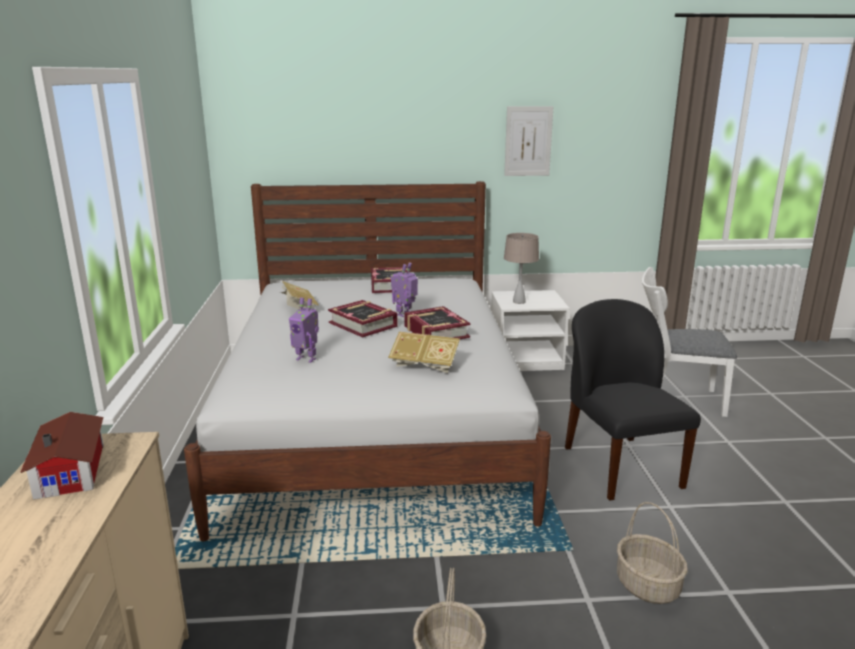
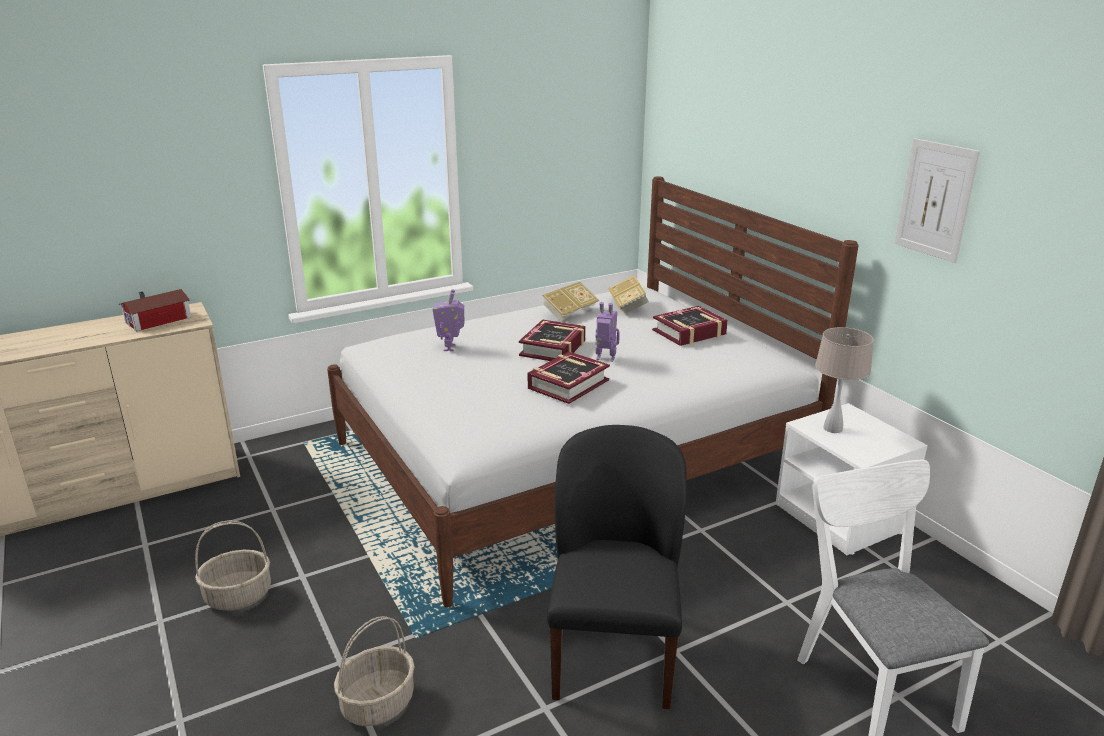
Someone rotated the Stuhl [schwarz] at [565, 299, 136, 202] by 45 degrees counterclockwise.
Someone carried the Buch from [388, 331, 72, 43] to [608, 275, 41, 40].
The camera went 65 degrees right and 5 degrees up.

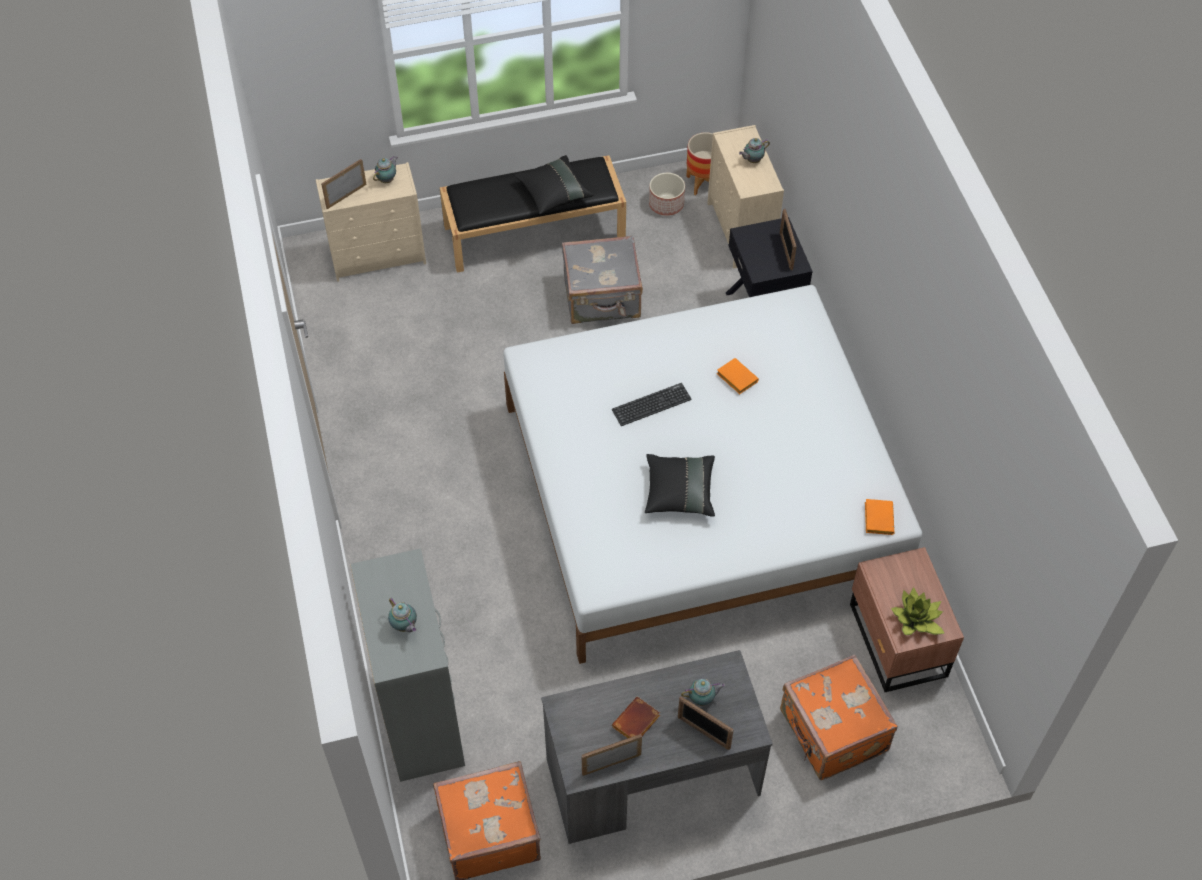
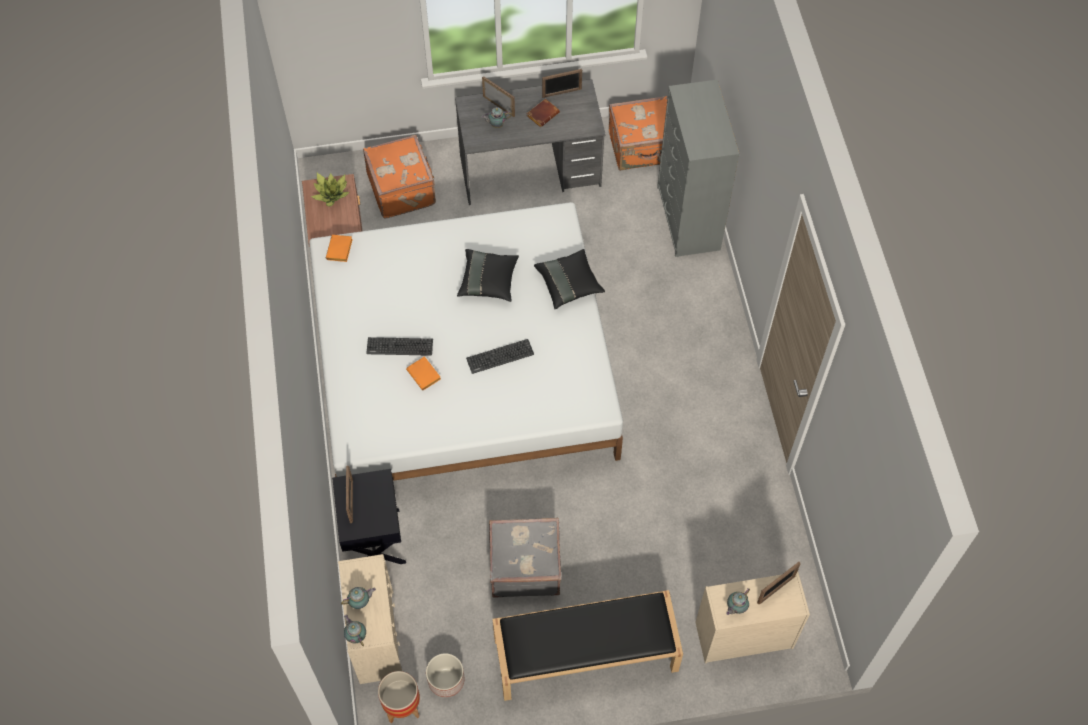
Someone carried the Kissen [schwarz] from [514, 155, 80, 60] to [534, 249, 71, 61].
Someone carried the Teekanne from [388, 599, 29, 33] to [344, 615, 22, 31].
Someone put down the Tastatur at [366, 337, 67, 19].
The camera went 175 degrees left and 5 degrees up.

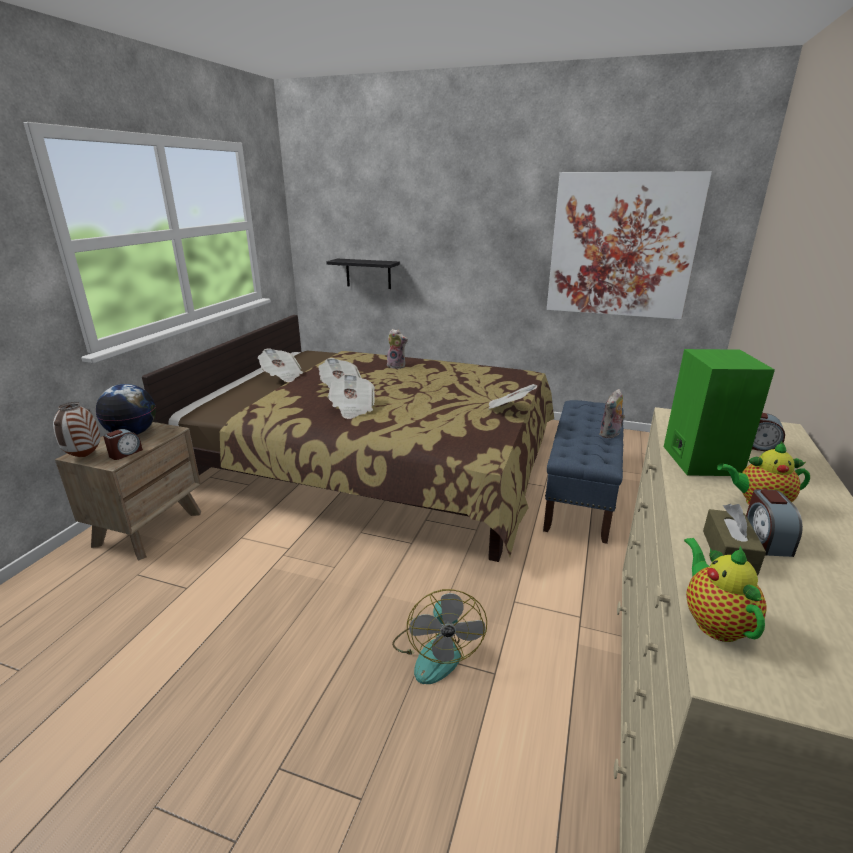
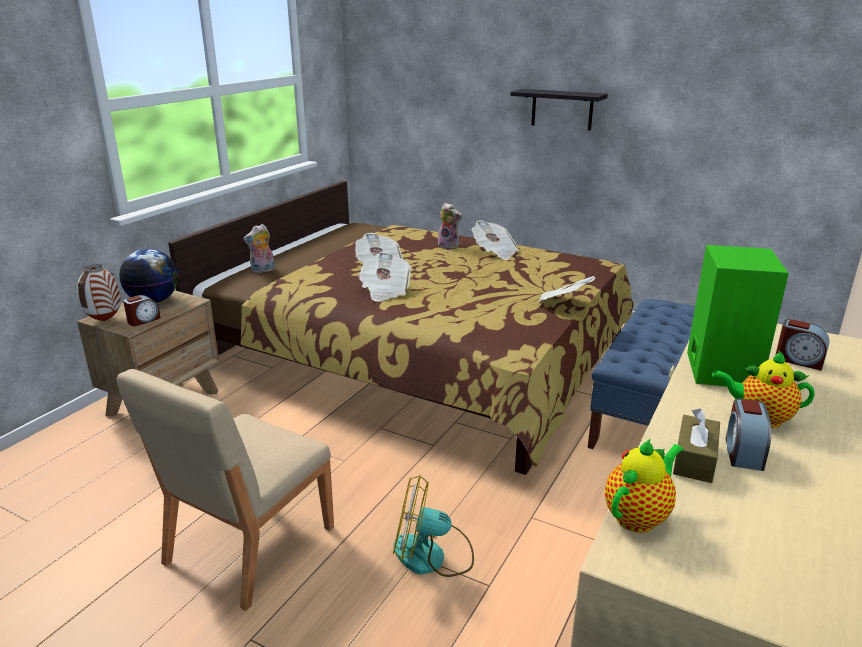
Someone took away the Bild at [547, 171, 165, 148].
Someone carried the Wandregal [schwarz] from [327, 259, 73, 30] to [510, 89, 98, 41].
Someone carried the Zeitung from [258, 349, 45, 33] to [471, 220, 48, 40].
Someone carried the Plüschtier from [599, 389, 26, 49] to [243, 224, 32, 49].
Someone rotated the Teekanne at [684, 538, 83, 104] by 45 degrees clockwise.
Someone rotated the Ventilator at [392, 589, 95, 95] by 90 degrees clockwise.
Someone put down the Stuhl [beige] at [117, 369, 217, 242].
The camera went 10 degrees right and 0 degrees up.

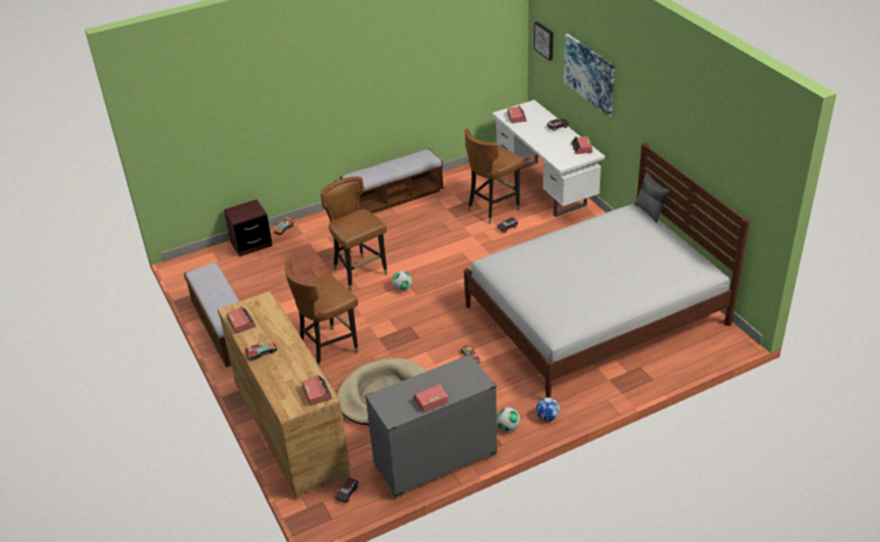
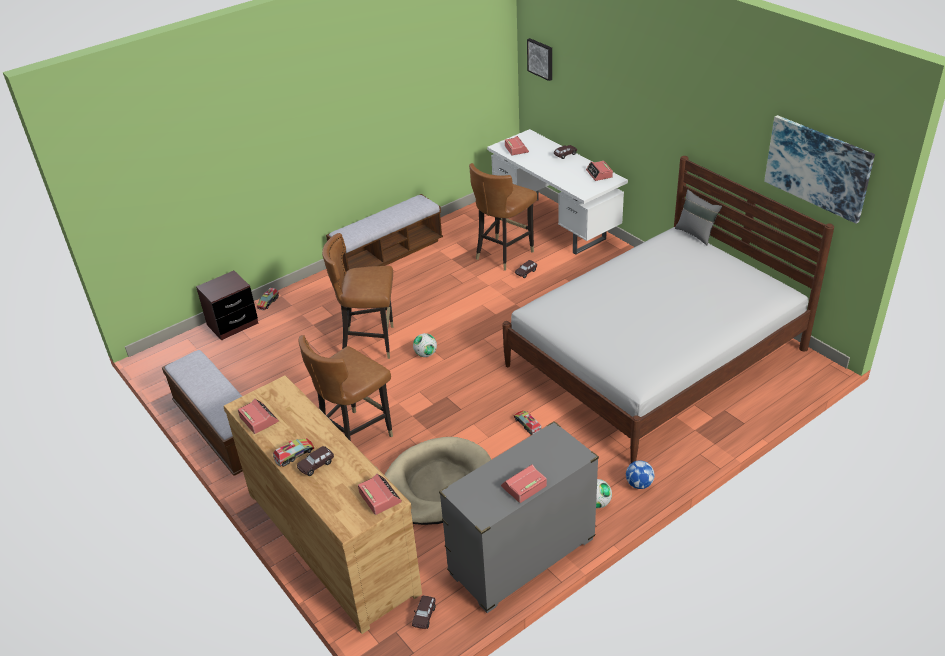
Someone carried the Bild from [564, 34, 51, 82] to [764, 115, 111, 109].
Someone rotated the Stuhl [braun] at [321, 177, 67, 114] by 45 degrees counterclockwise.
Someone put down the Spielzeugauto [braun] at [297, 446, 37, 30].
The camera went 10 degrees left and 0 degrees up.

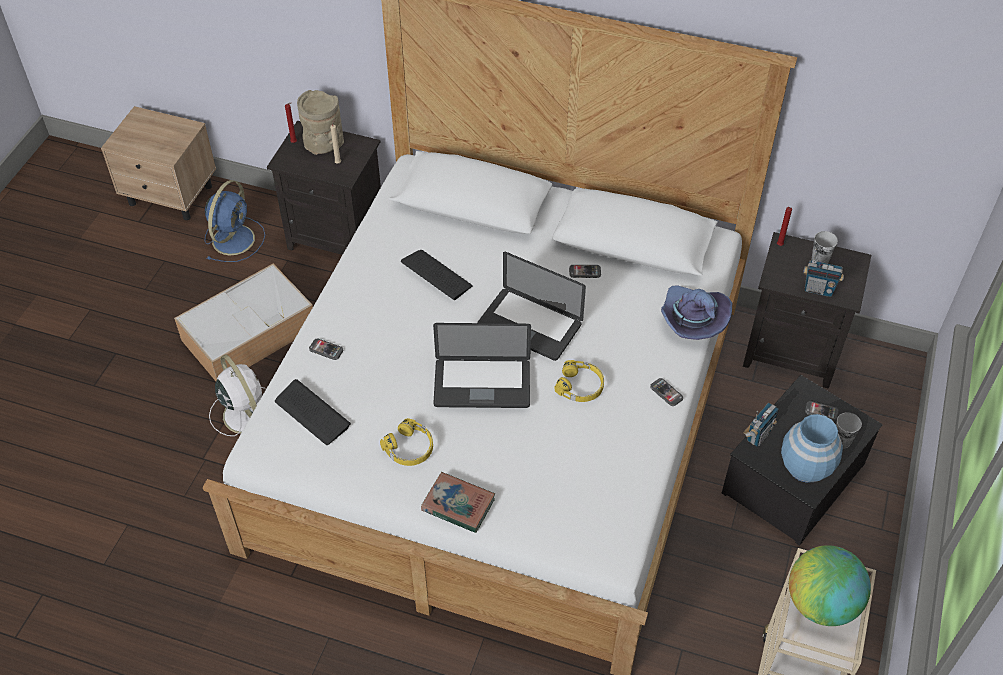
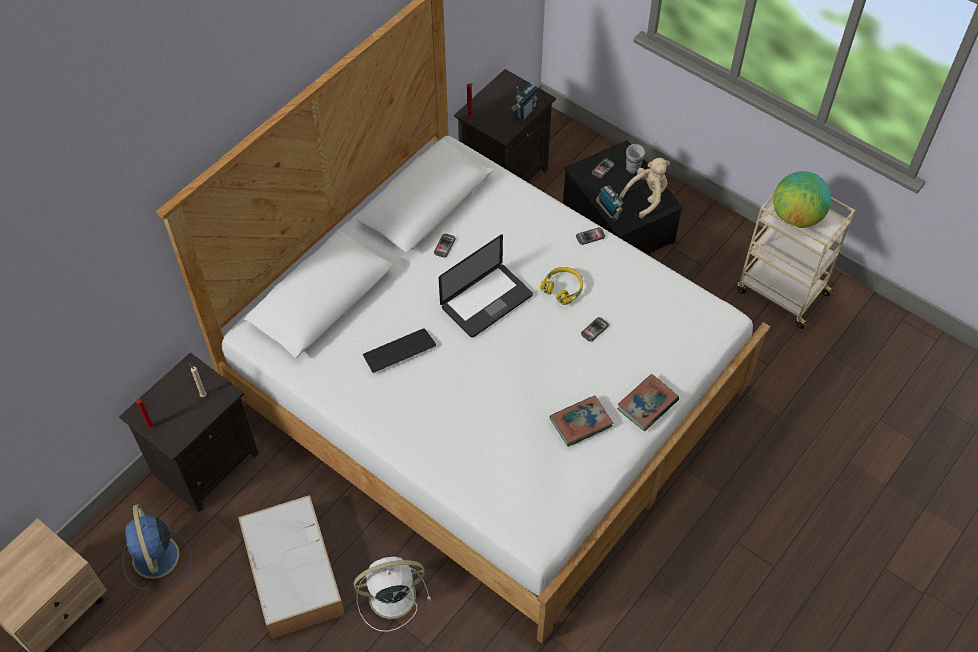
Someone took away the Vase [beige] at [297, 90, 47, 65].
Someone rotated the Ventilator [blau] at [205, 180, 60, 82] by 150 degrees counterclockwise.
Someone took away the Tasse at [811, 231, 27, 33].
Someone took away the Hut [lila] at [661, 285, 71, 55].
Someone took away the Laptop at [433, 323, 98, 85].
Someone carried the Handy from [309, 338, 35, 22] to [581, 317, 28, 25].
Someone took away the Tastatur at [275, 379, 76, 66].
Someone swapped the Vase [blau] at [781, 414, 62, 69] for the Plüschtier [beige] at [619, 158, 51, 60].
Someone swapped the Kopfhörer [gelb] at [380, 418, 53, 48] for the Buch at [550, 395, 63, 52].
The camera went 70 degrees left and 5 degrees up.

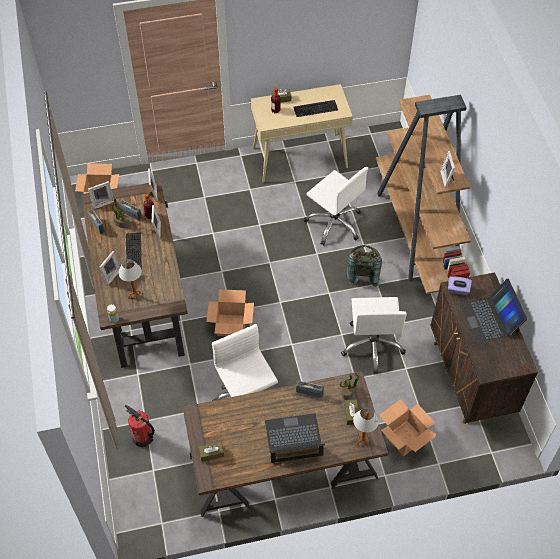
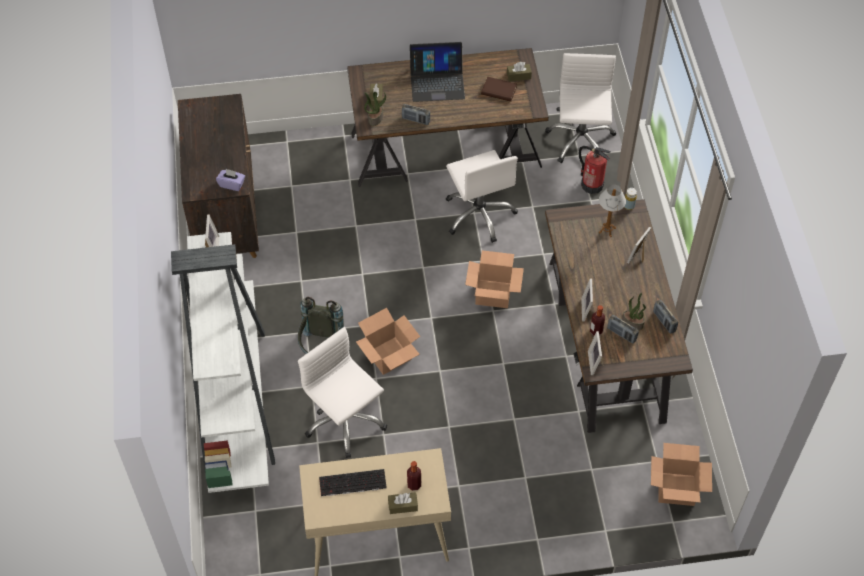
Someone repainted the Bücherregal [braun] at [376, 95, 95, 199], which became the Bücherregal [weiß] at [171, 232, 104, 261].
Someone took away the Bilderrahmen at [88, 181, 26, 28].
Someone took away the Tastatur at [125, 233, 17, 37].
Someone took away the Laptop at [460, 279, 67, 65].
Someone carried the Bürostuhl [weiß] from [341, 297, 66, 77] to [545, 53, 71, 110].
Someone carried the Karton from [379, 399, 58, 57] to [356, 308, 64, 67].
Someone took away the Tischlampe at [353, 407, 26, 40].
Someone put down the Buch [braun] at [481, 77, 36, 25].
The camera went 175 degrees left and 0 degrees up.

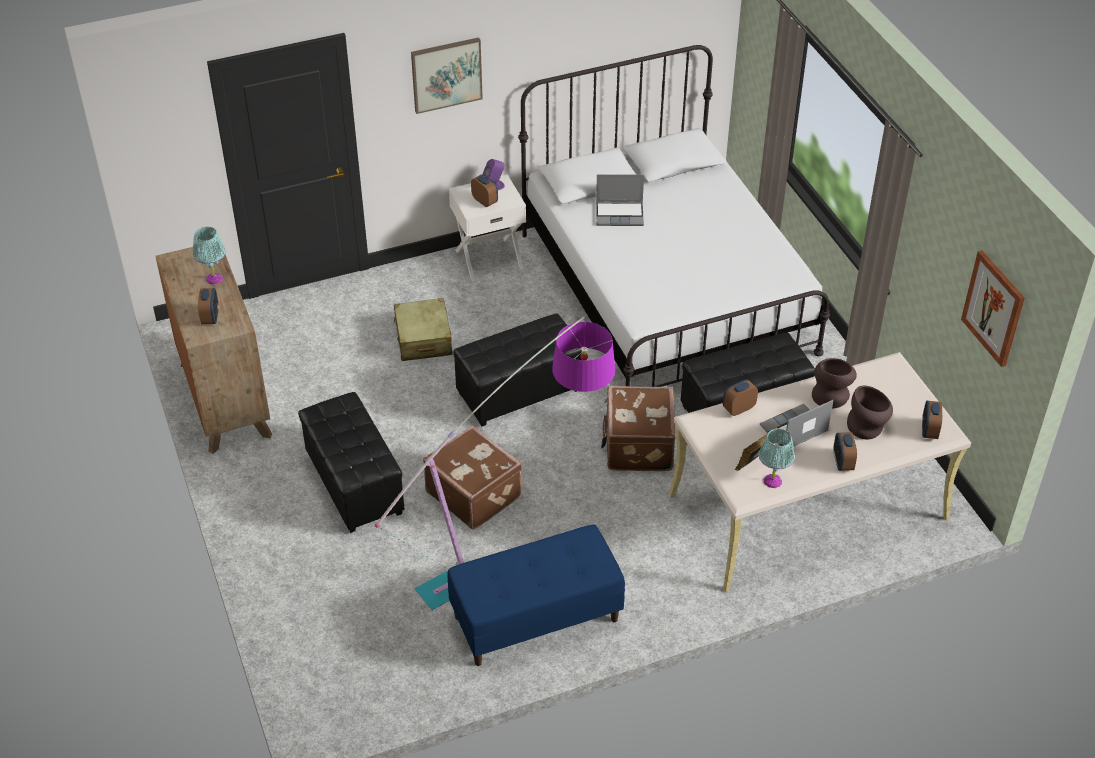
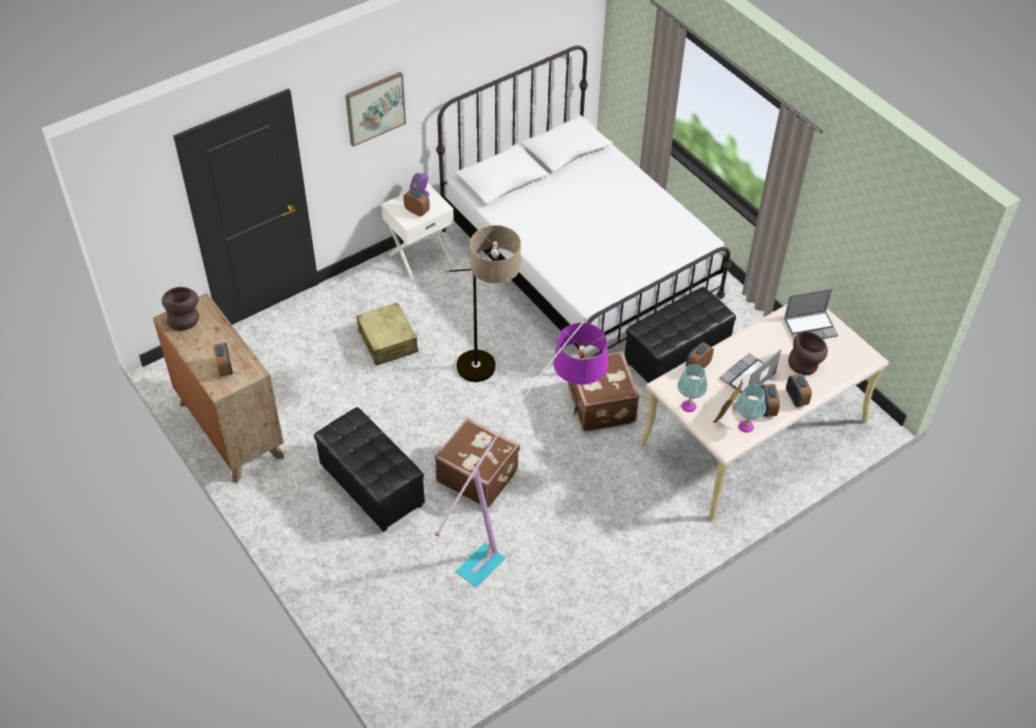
Someone carried the Laptop from [596, 174, 48, 52] to [784, 288, 54, 51].
Someone carried the Tischlampe [türkis] from [193, 227, 33, 58] to [677, 364, 30, 48].
Someone took away the Bild at [961, 250, 64, 117].
Someone swapped the Polsterhocker [schwarz] at [453, 313, 129, 114] for the Stehlampe at [444, 225, 77, 157].
Someone carried the Vase [braun] from [812, 358, 45, 51] to [162, 287, 37, 44].
Someone carried the Wecker from [922, 401, 20, 38] to [761, 384, 19, 33].
Someone took away the Bank [blau] at [447, 524, 178, 142].
The camera went 15 degrees left and 5 degrees up.

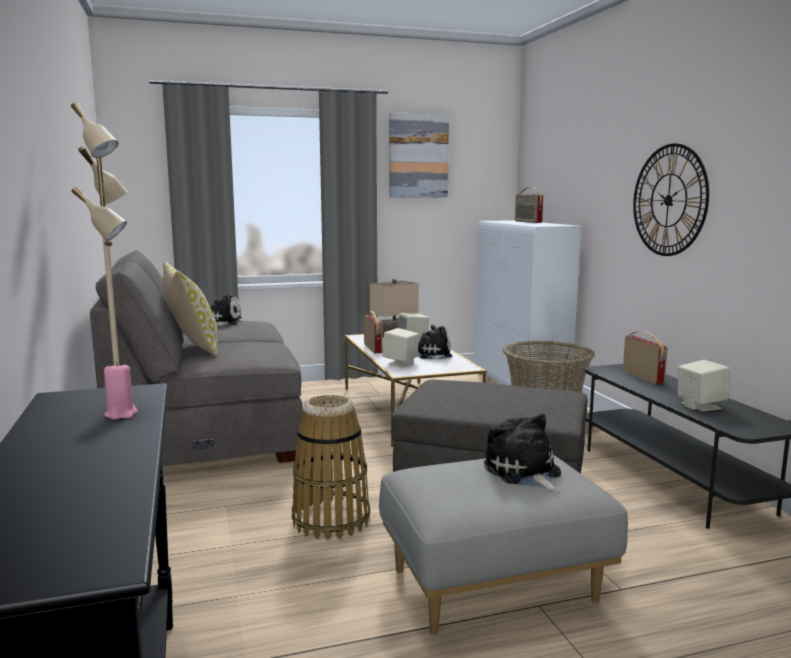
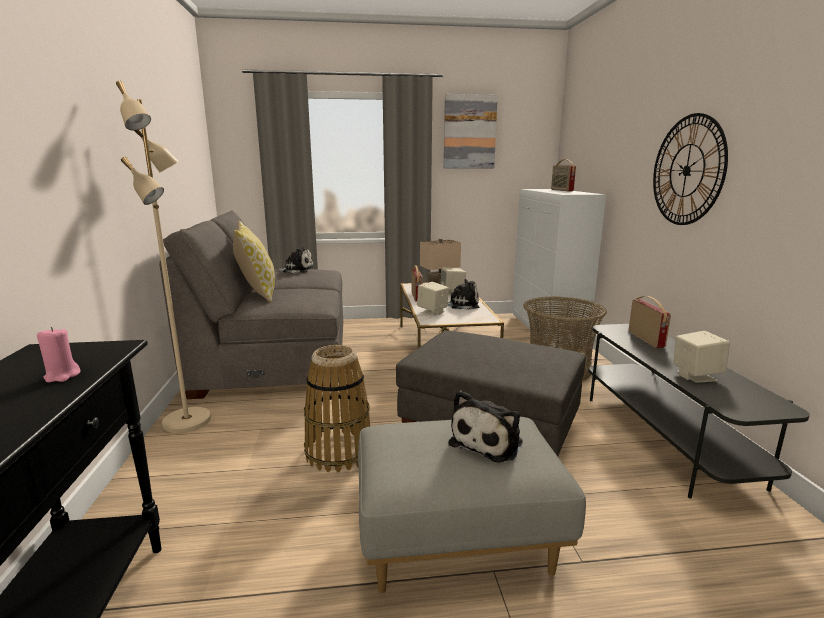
Someone rotated the Plüschtier at [484, 413, 77, 79] by 135 degrees counterclockwise.
The camera went 10 degrees right and 5 degrees up.

